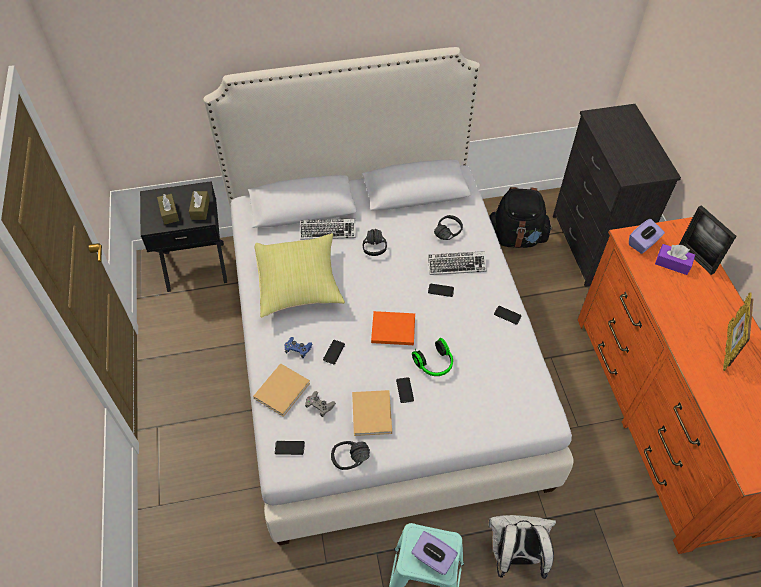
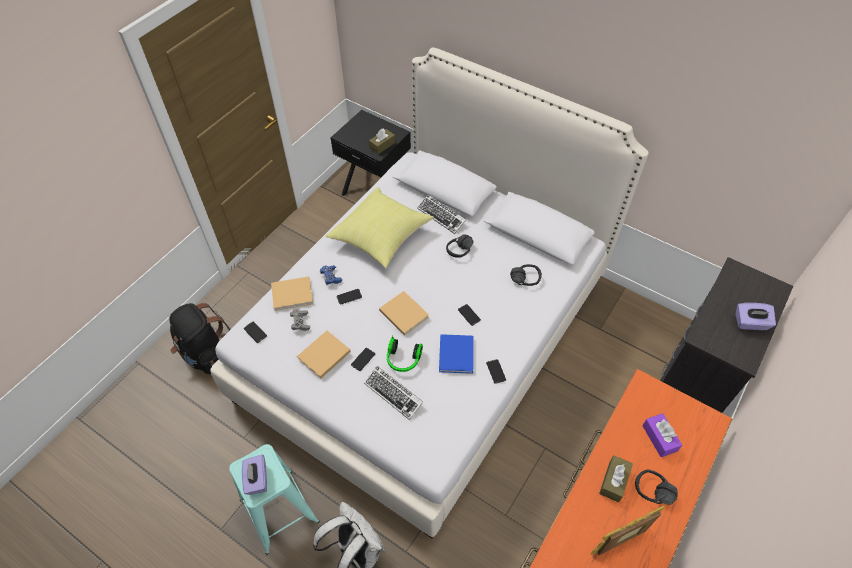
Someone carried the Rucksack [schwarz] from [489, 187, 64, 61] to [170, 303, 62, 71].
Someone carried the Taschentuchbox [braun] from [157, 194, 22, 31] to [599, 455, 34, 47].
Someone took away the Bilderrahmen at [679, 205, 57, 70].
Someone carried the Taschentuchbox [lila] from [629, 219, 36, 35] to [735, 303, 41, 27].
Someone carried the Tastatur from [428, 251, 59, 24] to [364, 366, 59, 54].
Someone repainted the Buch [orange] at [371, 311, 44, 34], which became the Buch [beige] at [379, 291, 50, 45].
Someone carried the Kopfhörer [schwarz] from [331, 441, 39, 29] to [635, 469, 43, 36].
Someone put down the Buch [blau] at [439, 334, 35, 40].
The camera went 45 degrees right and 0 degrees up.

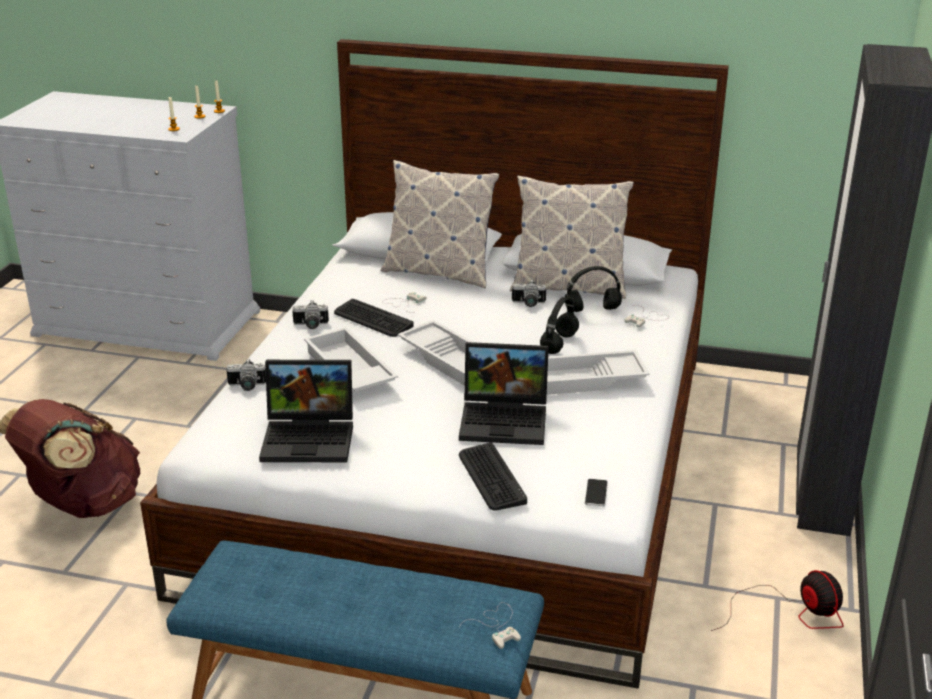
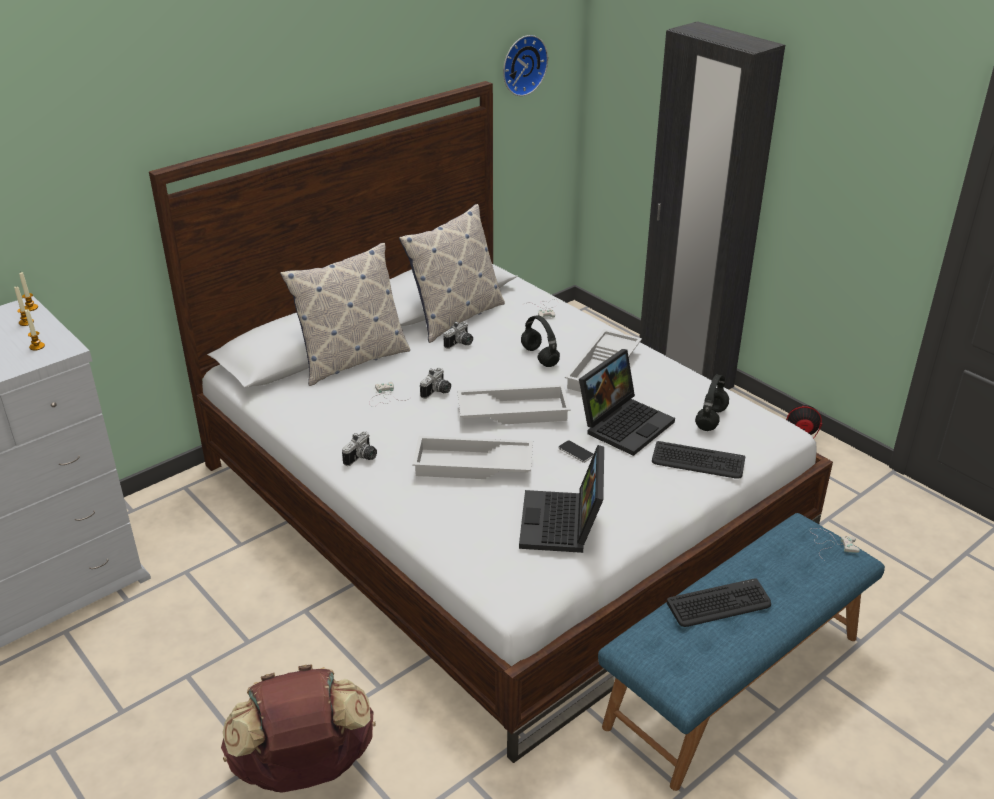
Someone carried the Kopfhörer [schwarz] from [565, 266, 57, 46] to [695, 374, 34, 57].
Someone carried the Tastatur from [334, 299, 80, 38] to [667, 578, 104, 49].
Someone carried the Kamera from [227, 359, 39, 32] to [420, 368, 31, 31].
Someone rotated the Laptop at [259, 360, 94, 102] by 150 degrees clockwise.
Someone carried the Handy from [585, 479, 23, 28] to [558, 440, 36, 23].
Someone put up the Wanduhr at [503, 35, 45, 61].
The camera went 55 degrees left and 5 degrees up.

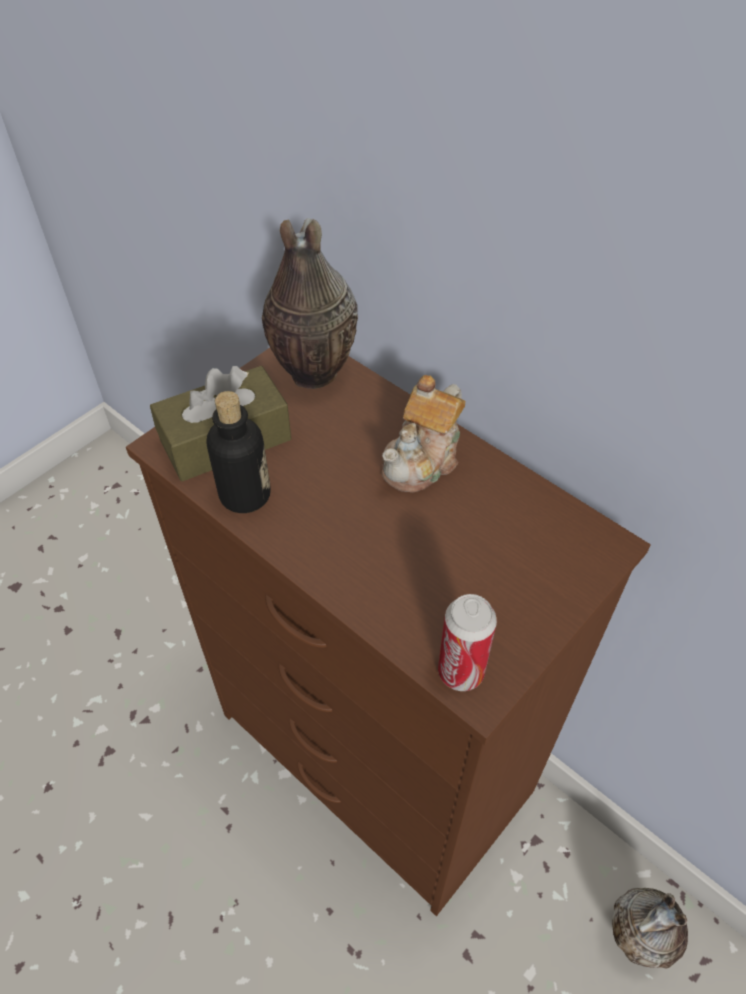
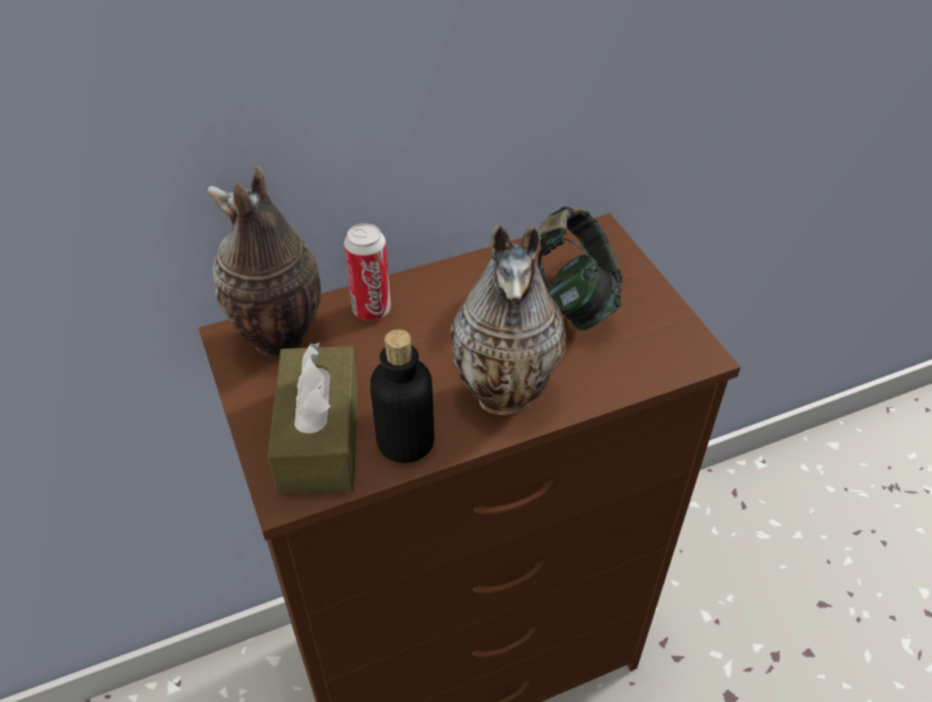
Someone took away the Teekanne at [381, 375, 84, 118].
Someone carried the Dose from [438, 594, 59, 97] to [344, 223, 47, 98].
Someone carried the Vase from [612, 888, 76, 81] to [450, 225, 116, 190].
Someone put down the Kopfhörer at [538, 206, 85, 125].
The camera went 65 degrees left and 5 degrees down.

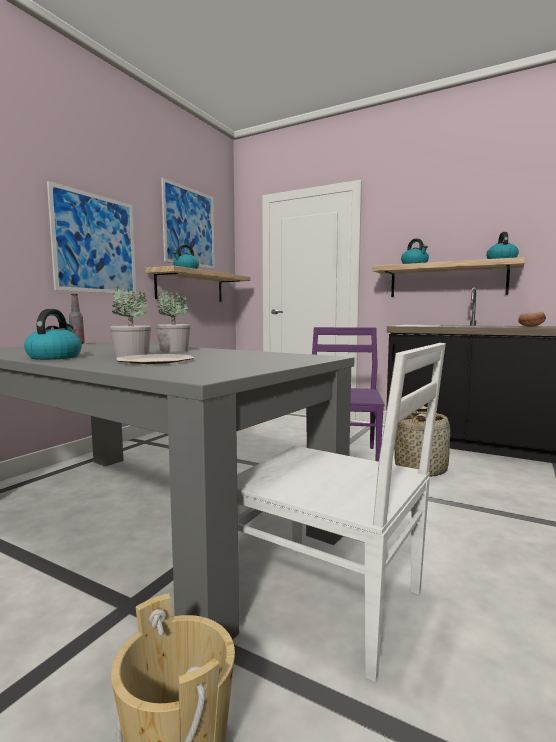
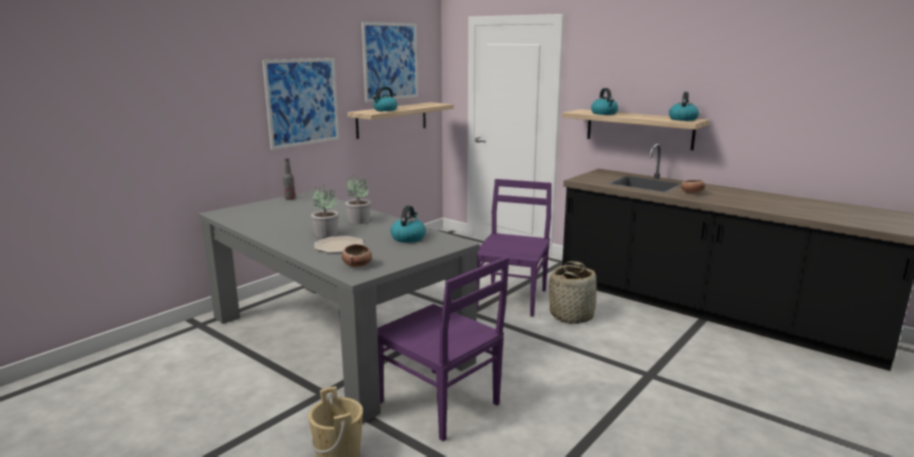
Someone carried the Wasserkessel from [24, 309, 58, 51] to [391, 206, 35, 37].
Someone repainted the Stuhl [weiß] at [237, 343, 209, 339], which became the Stuhl [lila] at [377, 256, 132, 185].
Someone put down the Schüssel at [342, 244, 30, 23].
The camera went 10 degrees right and 10 degrees up.

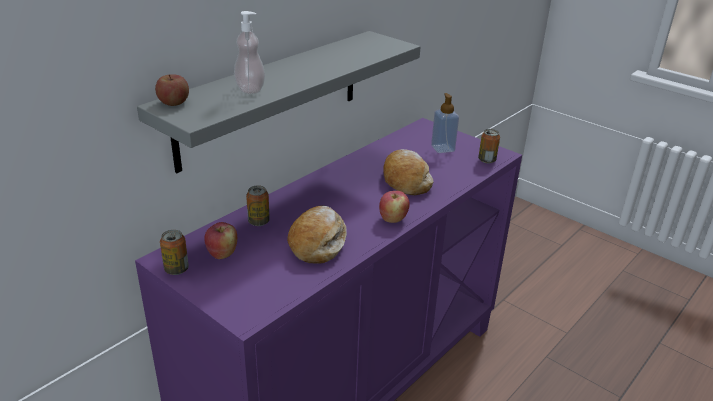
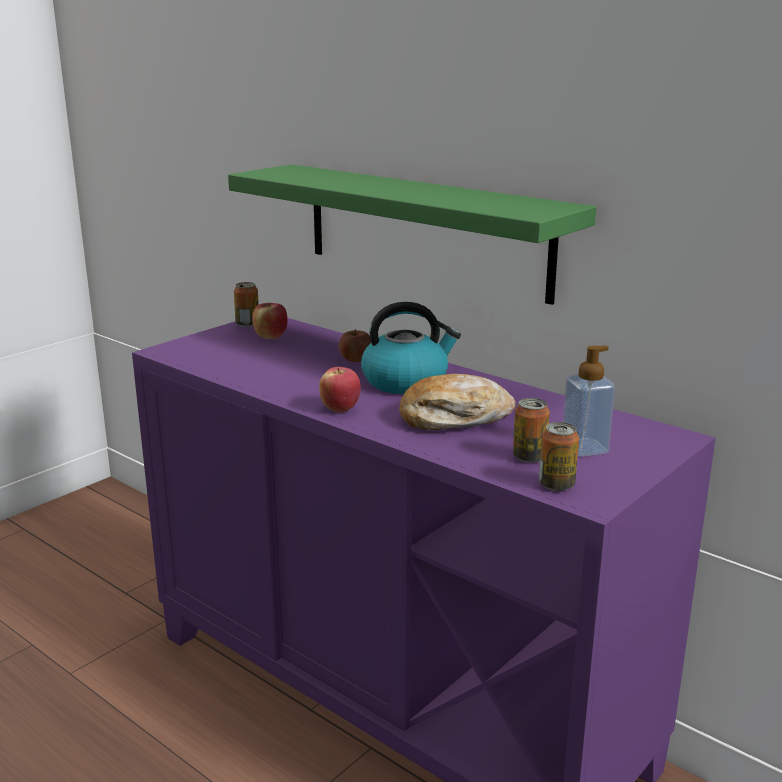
Someone took away the Seifenspender at [234, 11, 31, 83].
Someone repainted the Wandregal [grau] at [137, 31, 284, 142], which became the Wandregal [grün] at [228, 164, 368, 141].
Someone carried the Apfel from [155, 74, 34, 32] to [339, 330, 32, 32].
Someone carried the Dose from [246, 185, 24, 41] to [513, 398, 37, 65].
Someone took away the Brot at [287, 206, 60, 58].
Someone put down the Wasserkessel at [361, 302, 100, 92].
The camera went 90 degrees right and 10 degrees down.

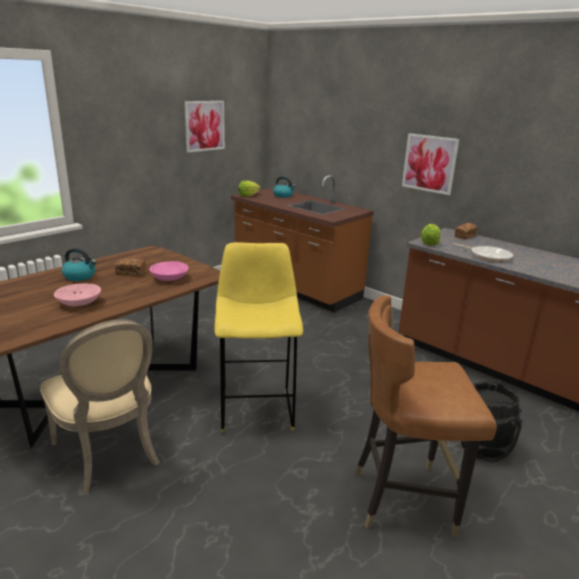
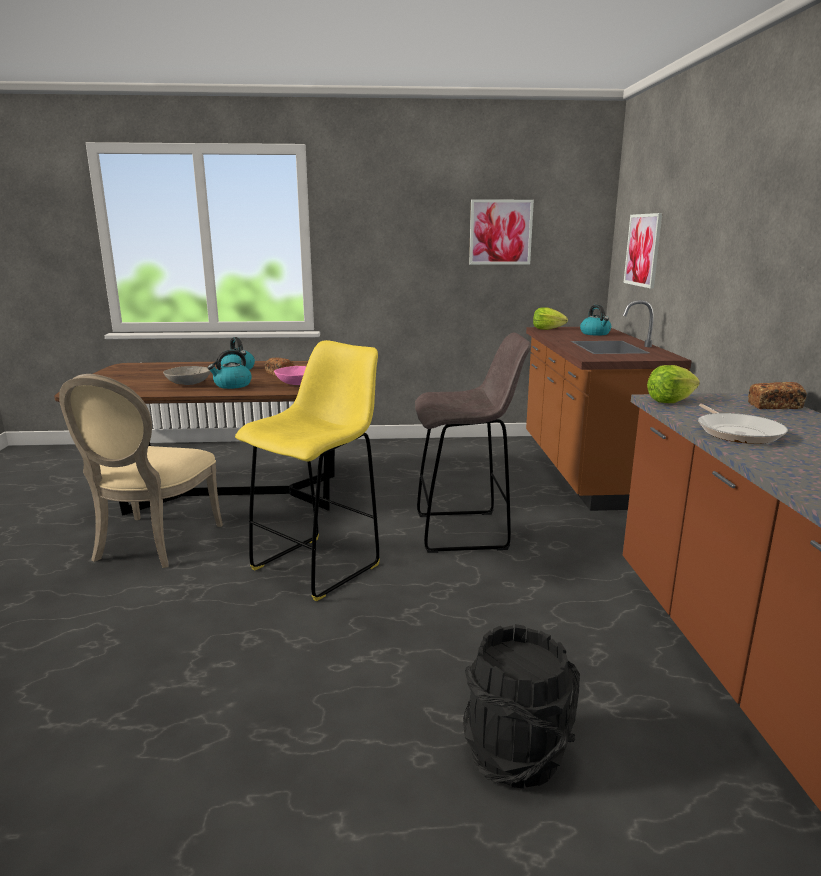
Someone carried the Bild from [402, 133, 57, 62] to [624, 213, 38, 75].
Someone repainted the Schüssel [rosa] at [54, 283, 47, 23], which became the Schüssel [grau] at [163, 366, 48, 19].
Someone took away the Stuhl [braun] at [354, 295, 143, 242].
Someone put down the Hocker [grau] at [415, 333, 116, 220].
Someone put down the Wasserkessel at [207, 350, 45, 39].
The camera went 45 degrees right and 5 degrees down.

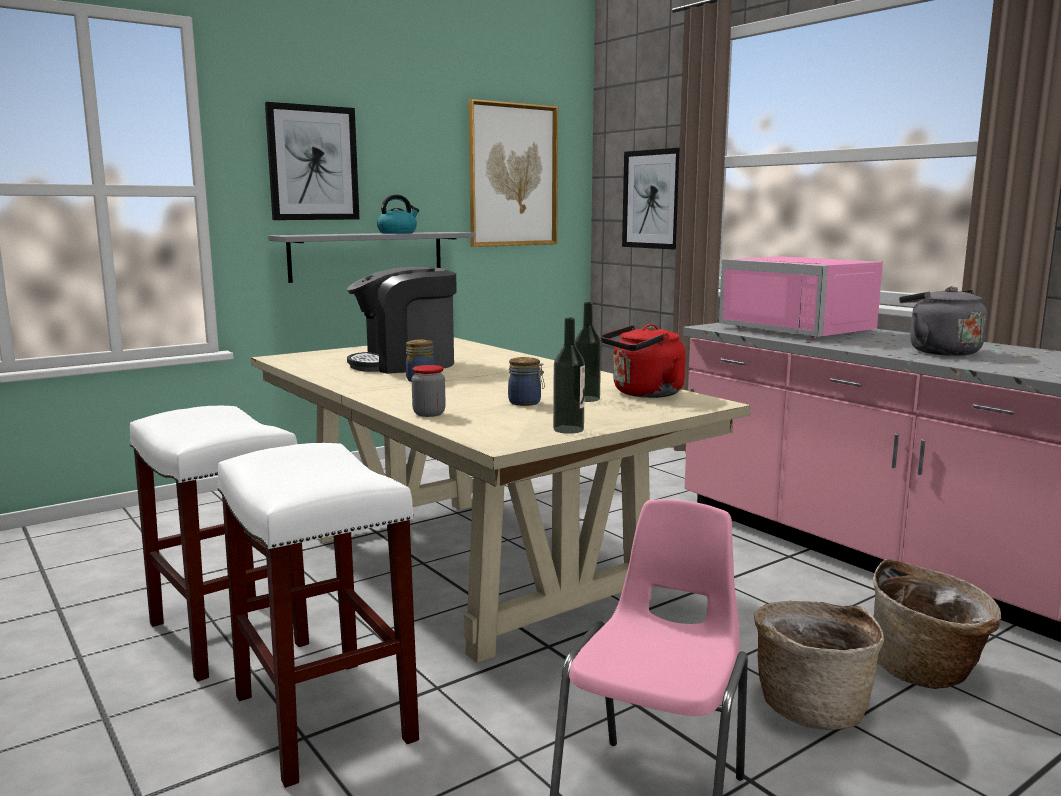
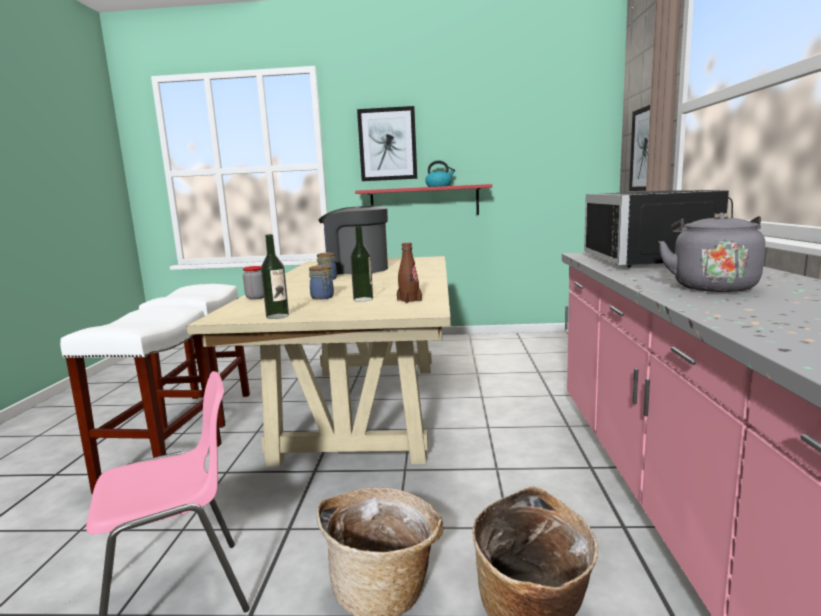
Someone took away the Bild at [468, 99, 90, 148].
Someone repainted the Wandregal [grau] at [268, 232, 207, 51], which became the Wandregal [rot] at [355, 184, 137, 31].
Someone repainted the Mikrowelle [rosa] at [719, 256, 164, 83], which became the Mikrowelle [schwarz] at [584, 190, 149, 77].
Someone swapped the Wasserkessel [rot] at [601, 324, 85, 74] for the Flasche [braun] at [397, 243, 25, 60].
The camera went 40 degrees right and 0 degrees up.

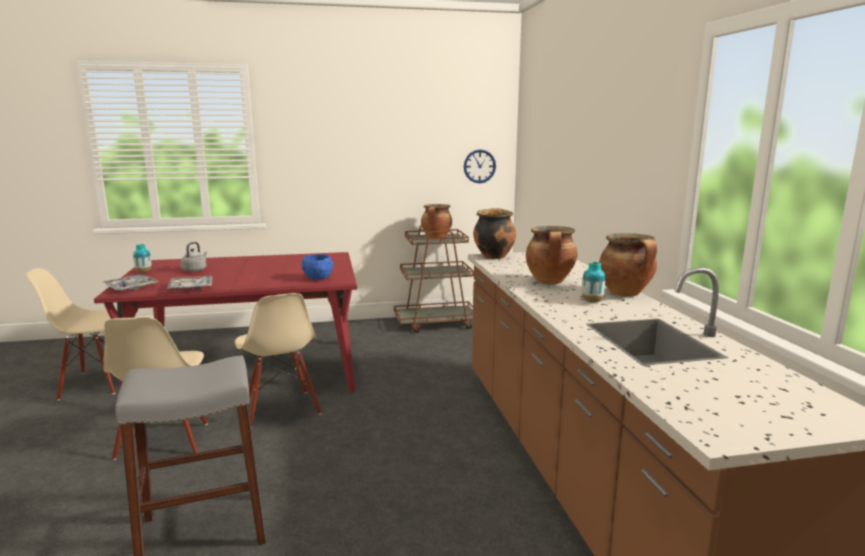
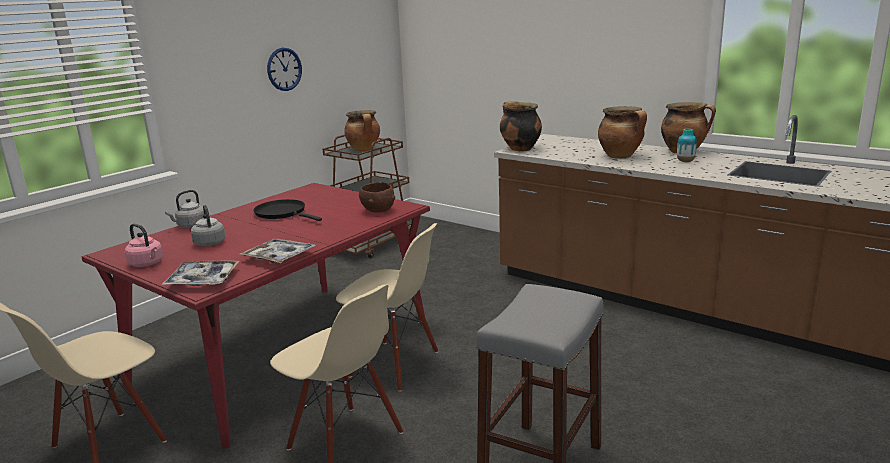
Someone carried the Wanduhr from [464, 149, 32, 34] to [267, 48, 35, 43].
Someone swapped the Vase at [133, 244, 19, 29] for the Wasserkessel [rosa] at [125, 224, 38, 43].
Someone repainted the Schüssel [blau] at [302, 254, 32, 26], which became the Schüssel [braun] at [359, 182, 36, 31].
Someone put down the Wasserkessel [grau] at [165, 190, 39, 38].
Someone put down the Pfanne [schwarz] at [253, 199, 69, 22].
The camera went 40 degrees left and 5 degrees up.

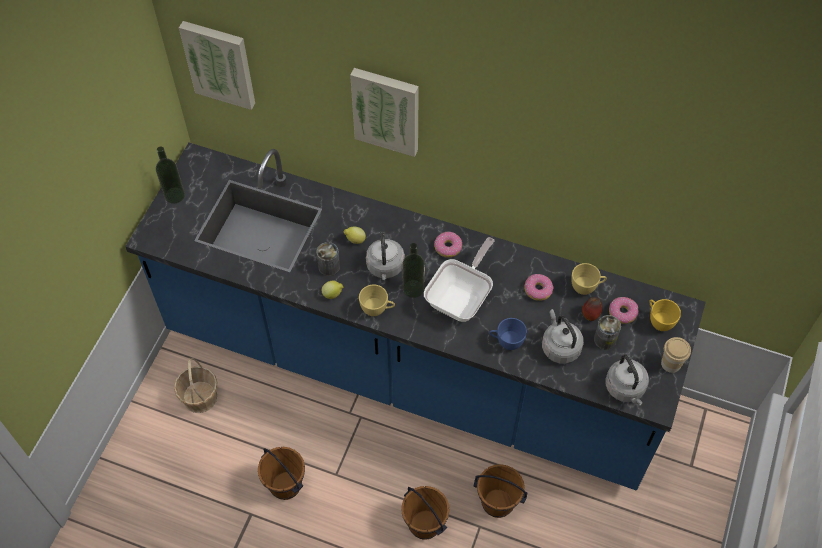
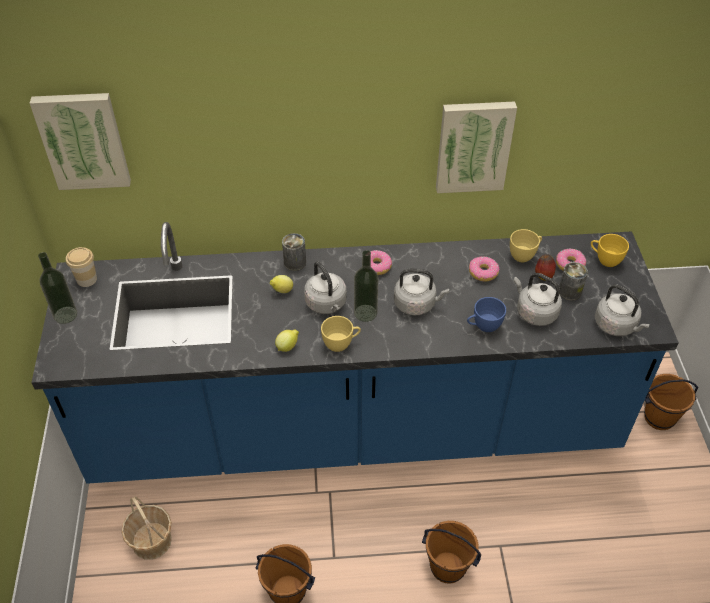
Someone carried the Bild from [350, 68, 69, 89] to [436, 102, 81, 91].
Someone swapped the Pfanne at [424, 237, 71, 85] for the Wasserkessel [grau] at [394, 268, 55, 47].
Someone carried the Dose from [316, 242, 24, 34] to [282, 233, 24, 38].
Someone carried the Tasse from [661, 337, 30, 36] to [66, 247, 31, 40].
Someone carried the Eimer [braun] from [474, 464, 54, 54] to [644, 374, 54, 56].
The camera went 25 degrees left and 10 degrees down.

